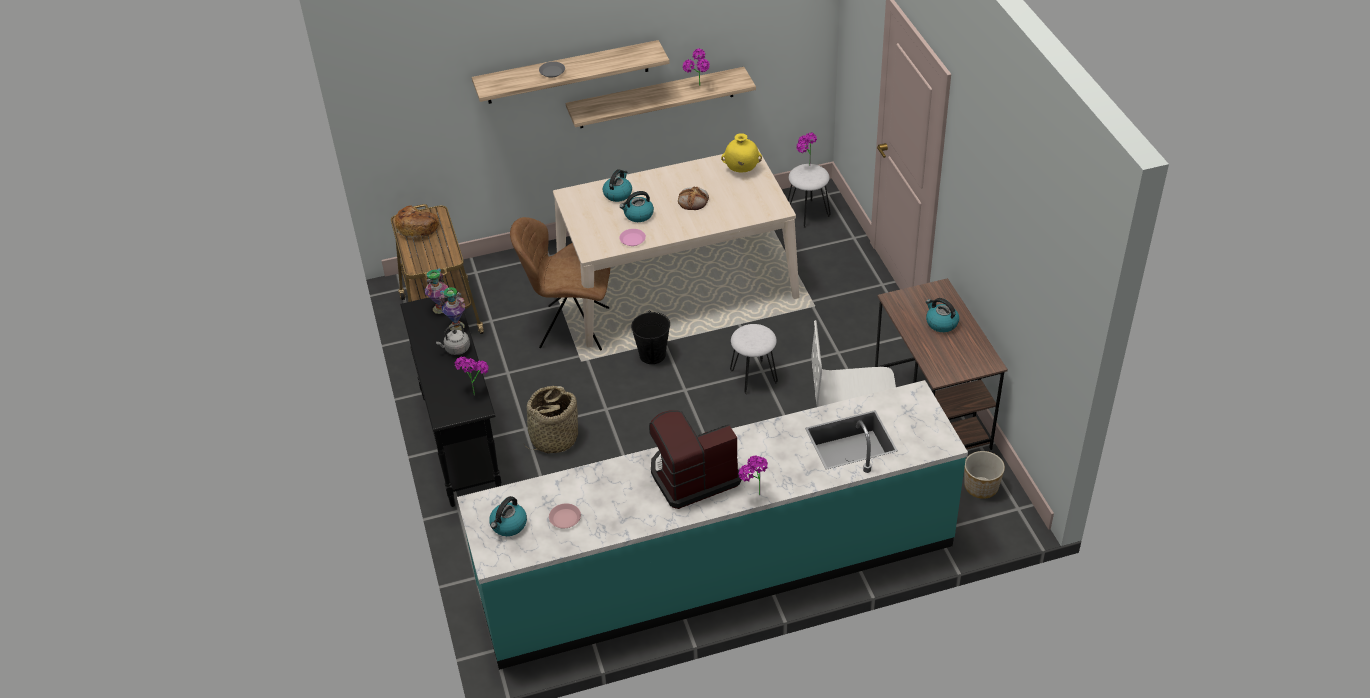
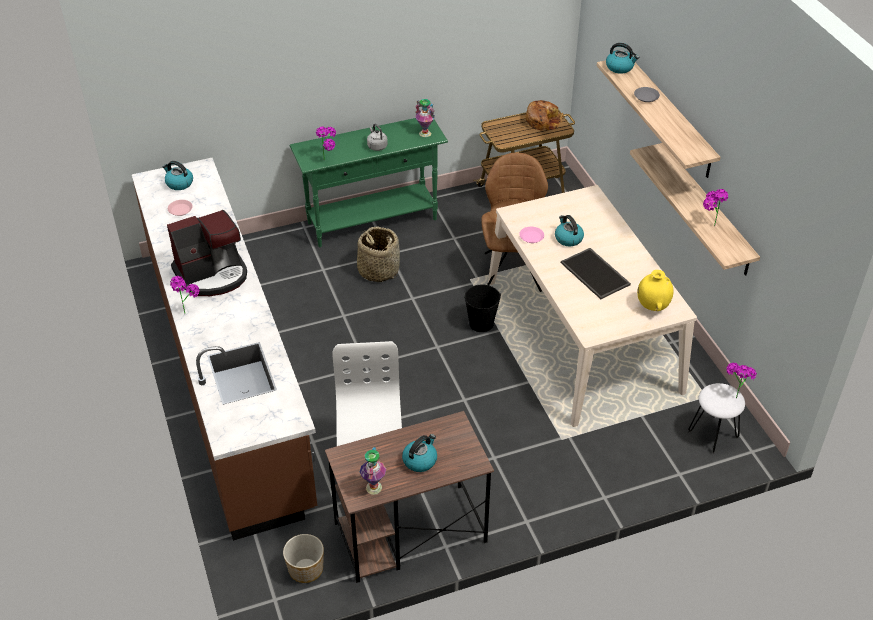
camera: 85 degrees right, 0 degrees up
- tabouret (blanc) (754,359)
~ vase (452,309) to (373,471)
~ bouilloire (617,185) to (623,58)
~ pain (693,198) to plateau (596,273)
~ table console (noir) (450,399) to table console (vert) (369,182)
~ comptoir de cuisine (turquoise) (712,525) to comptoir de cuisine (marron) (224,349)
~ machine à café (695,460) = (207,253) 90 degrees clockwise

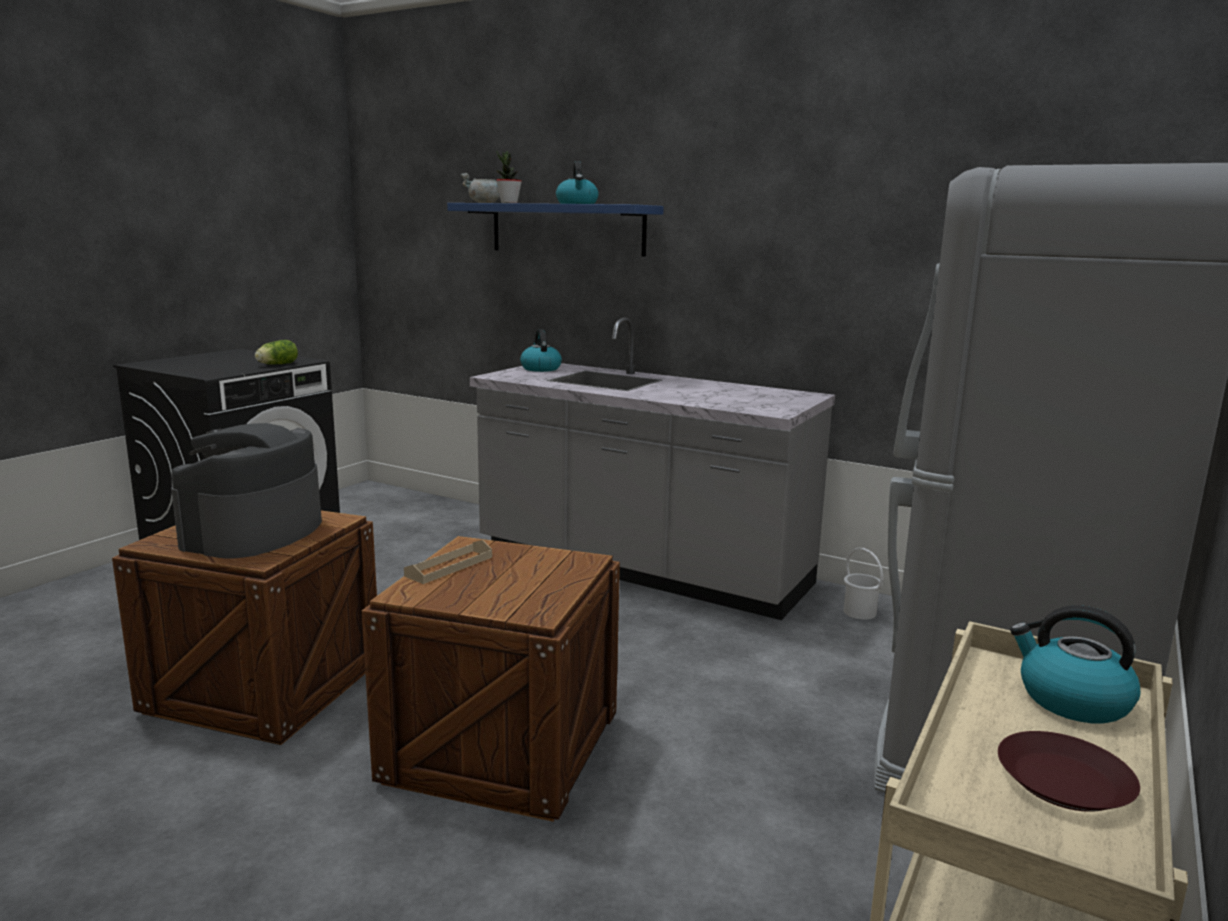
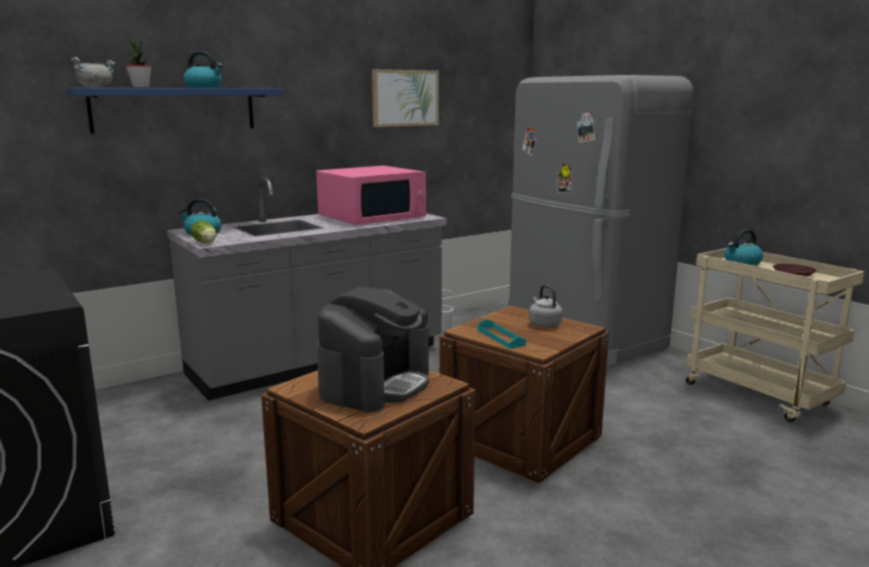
camera: 65 degrees left, 0 degrees up
+ micro-ondes (rose) (371,195)
+ tableau (405,98)
+ bouilloire (gris) (546,306)
~ laitue (276,352) to (203,232)
~ plateau (beige) (448,562) to plateau (turquoise) (502,334)
~ machine à café (246,491) = (373,349) 105 degrees counterclockwise

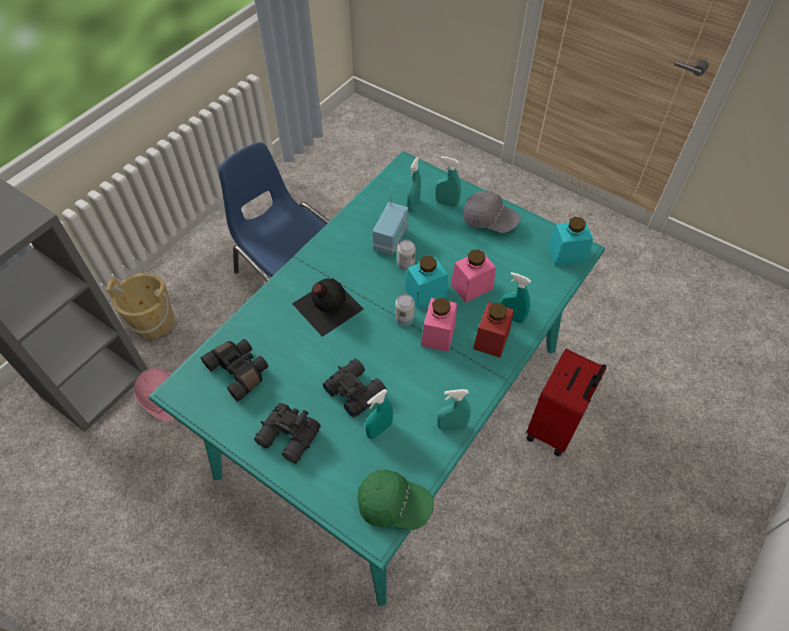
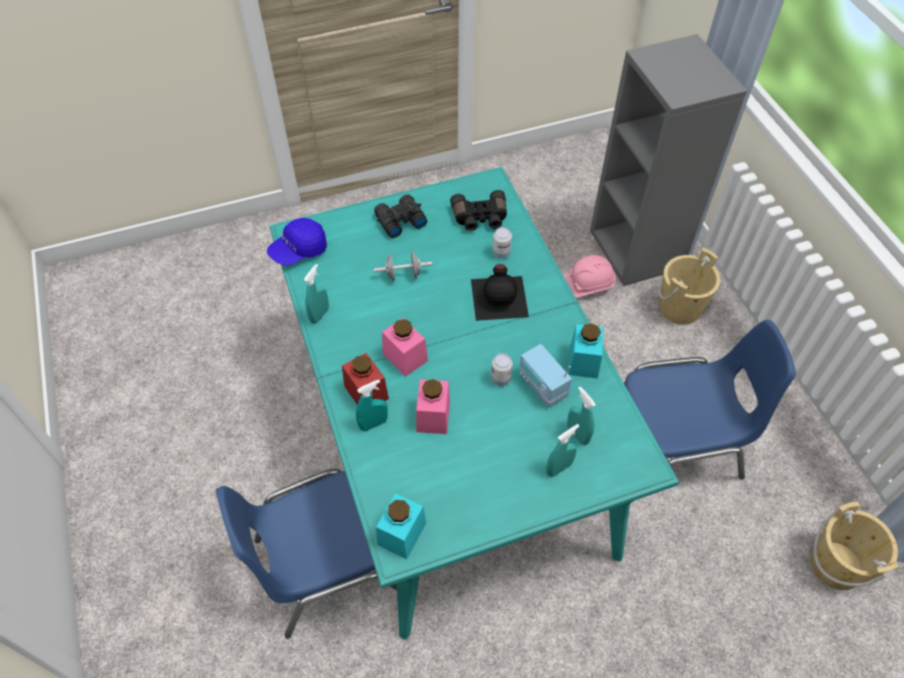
camera: 125 degrees right, 0 degrees up
- vaporisateur (turquoise) (379,414)
- casquette (gris) (492,212)
+ seau (beige) (854,546)
~ boîte métallique (405,310) to (502,243)
~ bocal (turquoise) (426,282) to (586,351)
~ jumelles (noir) (354,388) to haltère (gris) (403,266)
~ valise (rouge) (566,402) to chaise (bleu) (306,554)
~ casquette (vert) (396,500) to casquette (bleu) (297,242)

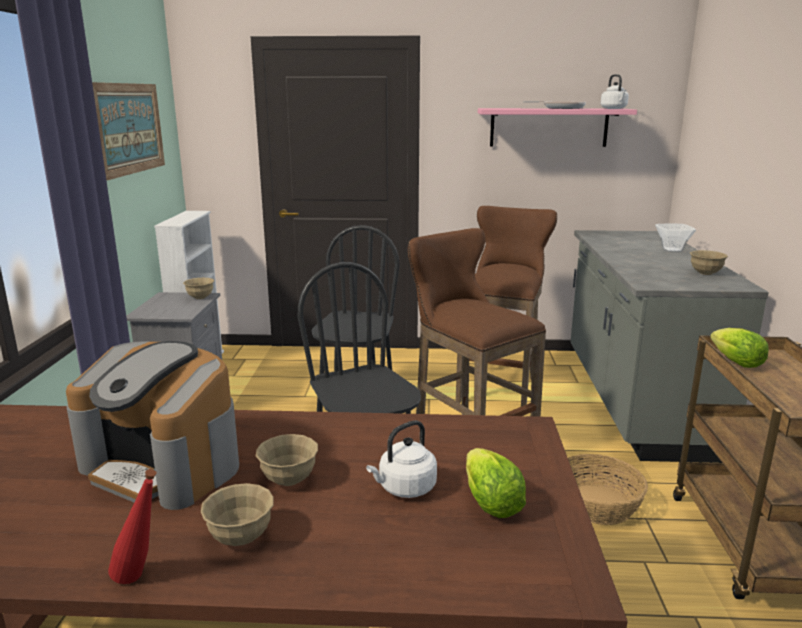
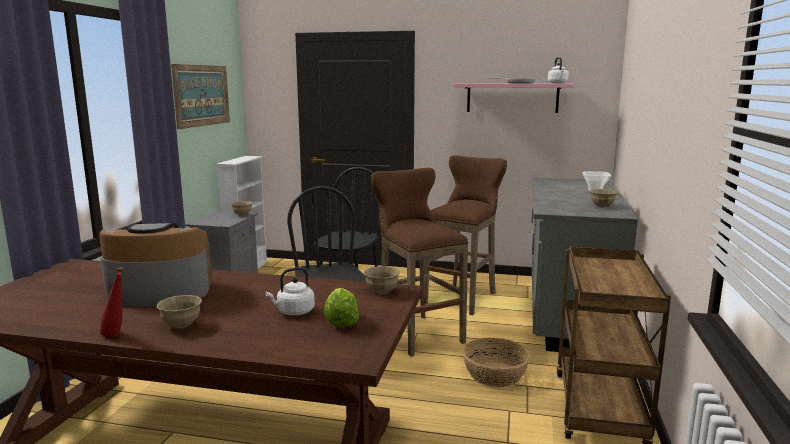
camera: 10 degrees right, 5 degrees down
- laitue (739,348)
~ bol (beige) (287,460) to (381,280)
~ machine à café (152,425) = (155,264) 135 degrees clockwise

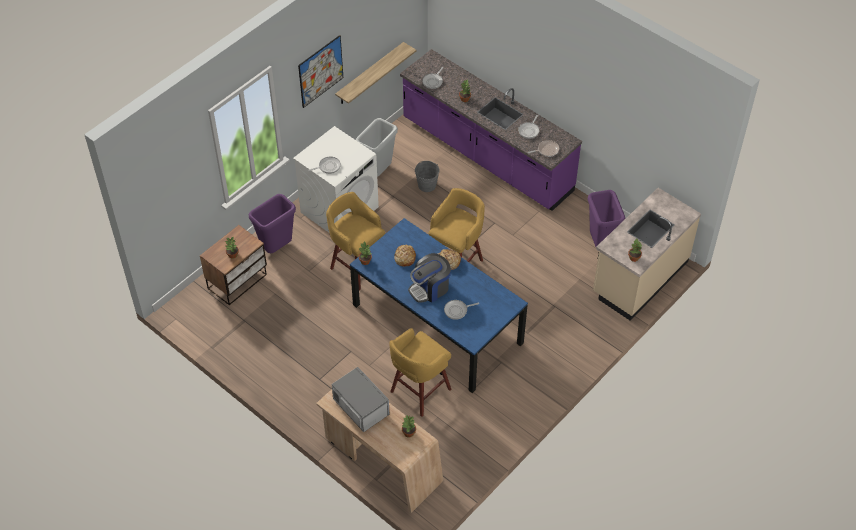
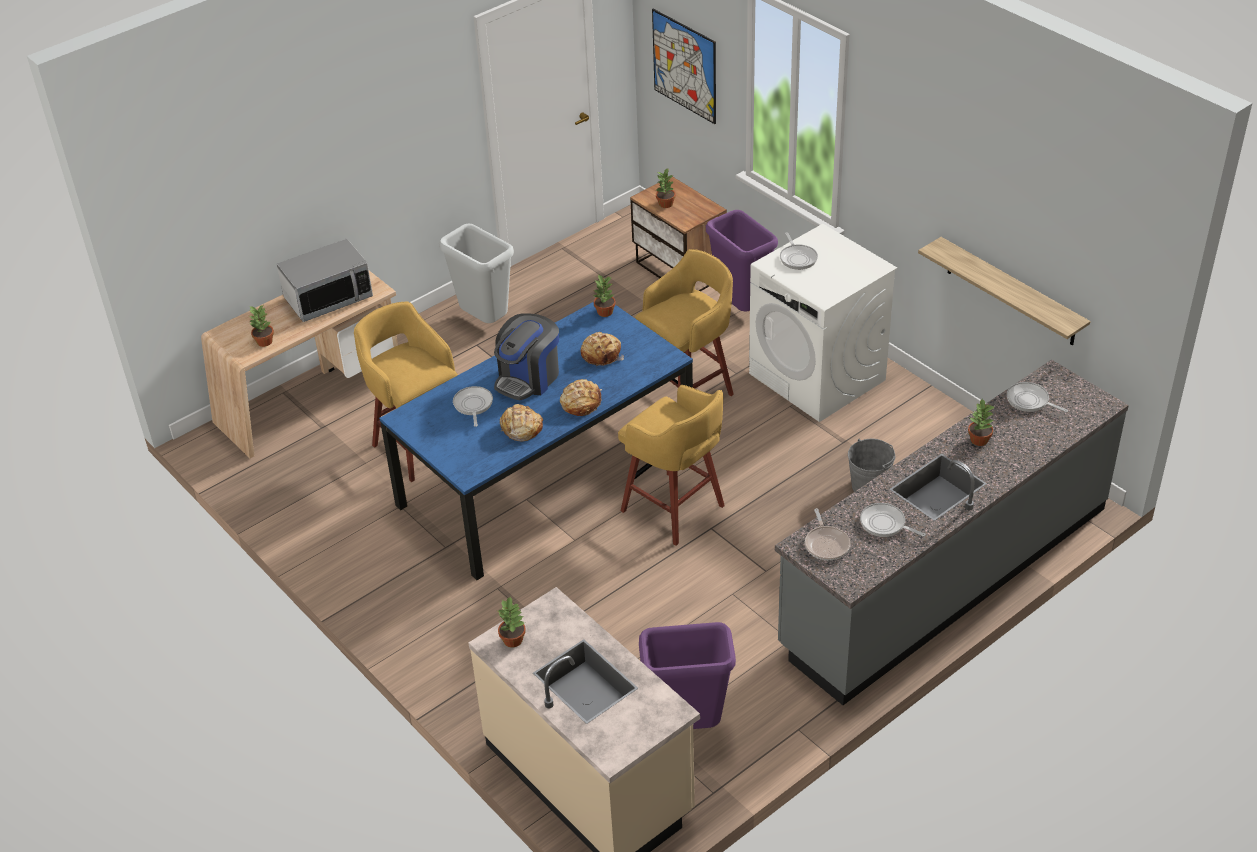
camera: 100 degrees right, 10 degrees down
+ pain (521,422)
~ tableau (320,71) to (684,66)
~ poubelle (gris) (377,147) to (476,273)
~ comptoir de cuisine (violet) (491,130) to comptoir de cuisine (gris) (952,532)
~ machine à café (429,278) = (526,356) 120 degrees counterclockwise

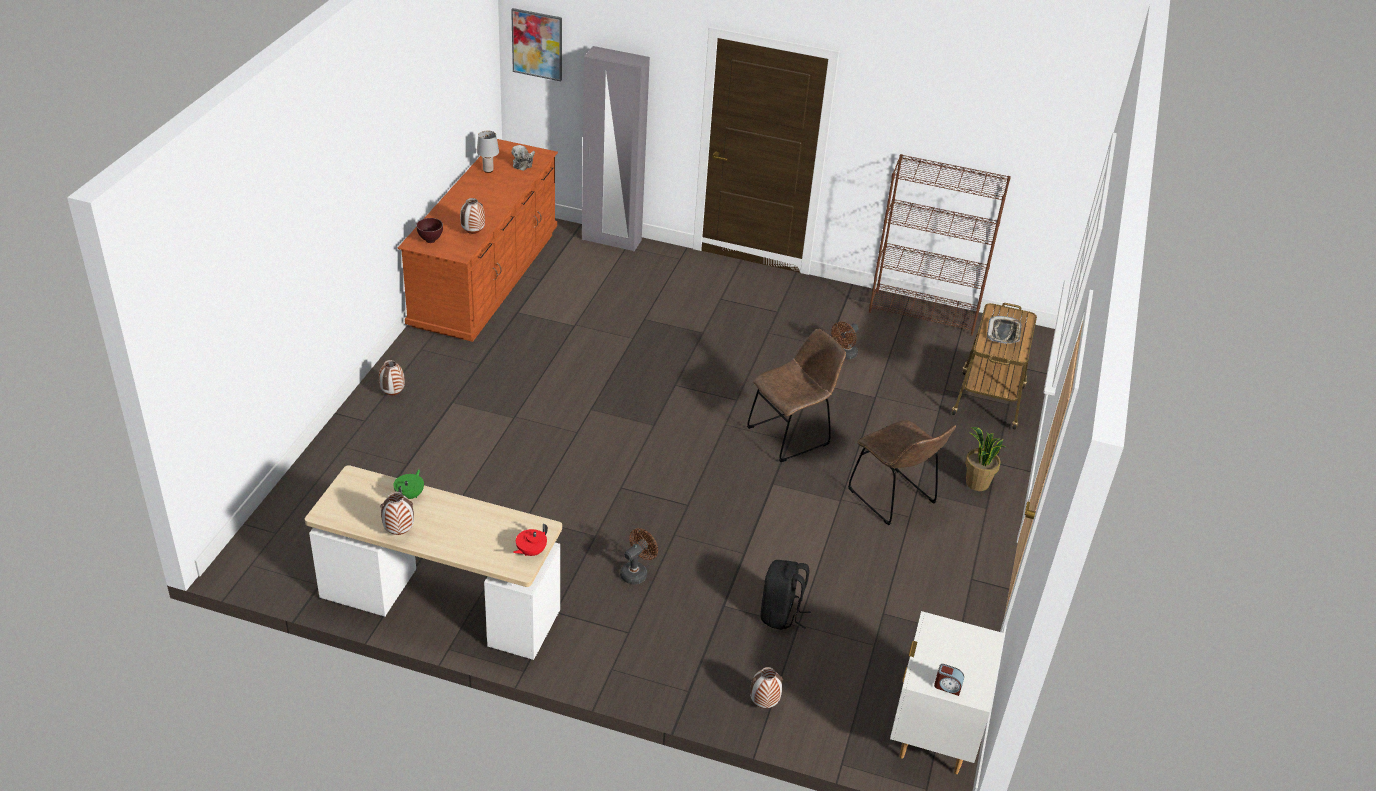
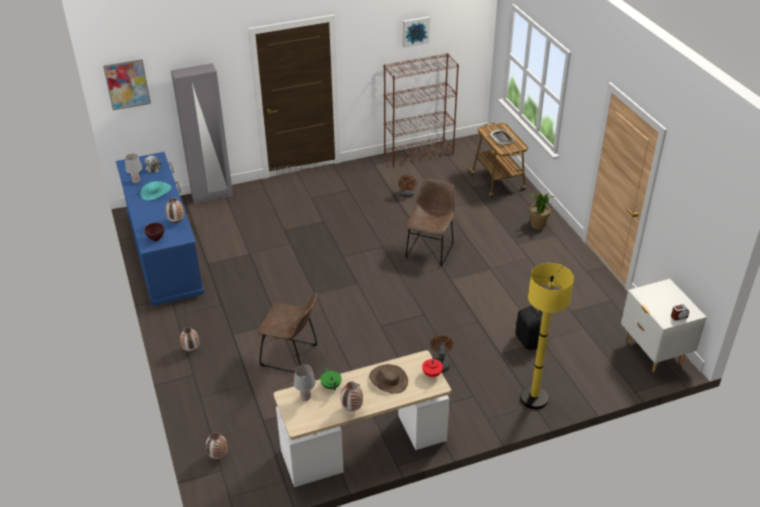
camera: 35 degrees left, 0 degrees up
+ chapeau (turquoise) (156,190)
+ lampe de table (gris) (305,382)
+ chapeau (marron) (388,379)
+ tableau (416,32)
+ lampadaire (jaune) (547,336)
~ vase (766,687) to (217,445)
~ chaise (marron) (902,472) to (287,332)
~ commode (marron) (478,240) to commode (bleu) (160,229)

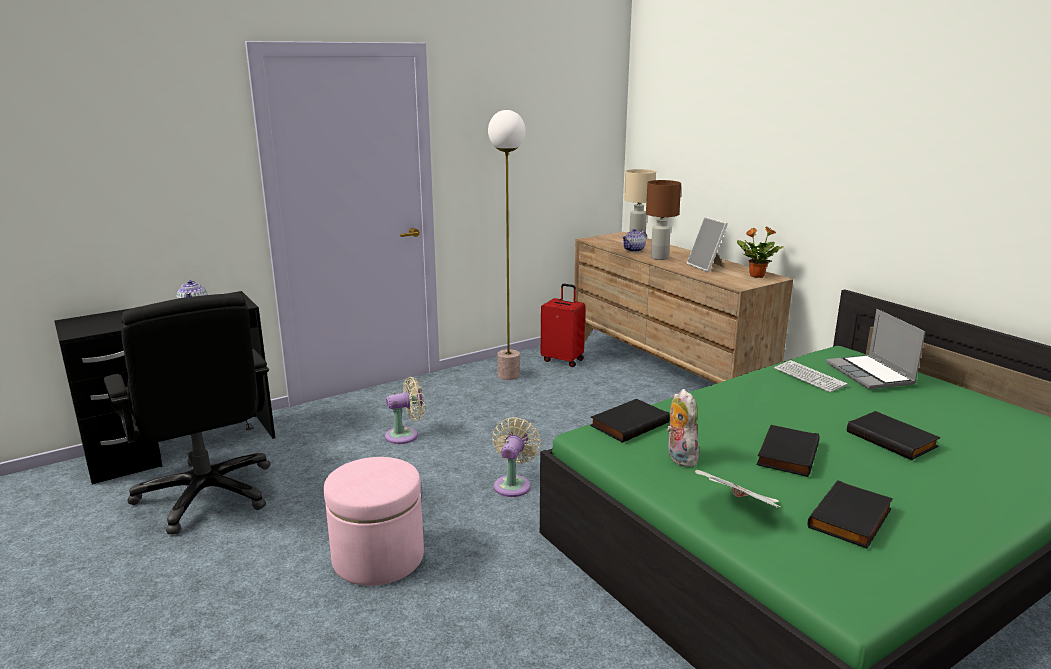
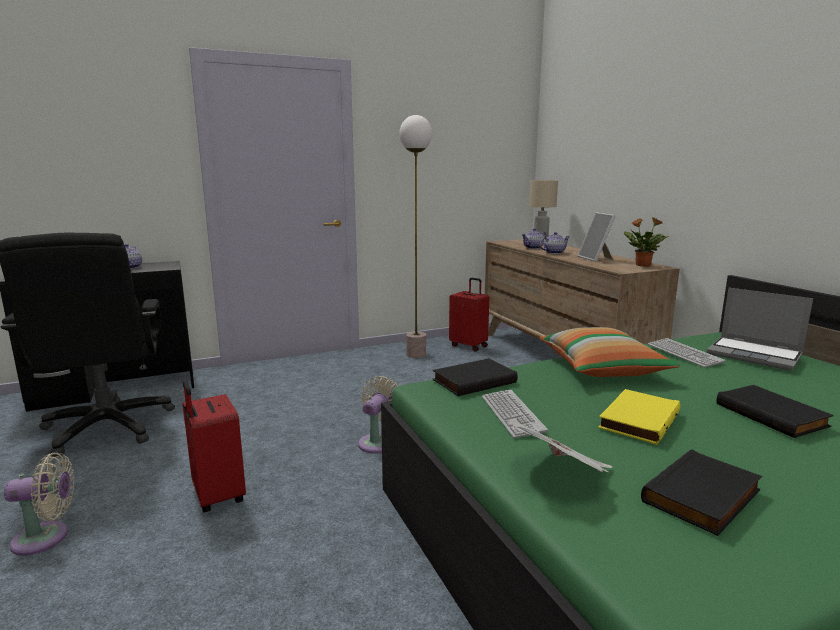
camera: 10 degrees right, 5 degrees down
+ coussin (610,352)
~ ventilateur (beige) (405,410) to (39,504)
~ pouf (rose) (374,521) to valise (rouge) (214,446)
~ lampe de table (marron) (663,220) to théière (555,243)
~ peluche (683,428) to clavier (515,414)
~ livre (noir) (788,451) to livre (jaune) (639,417)
~ ordinateur portable (875,349) = (760,329) 45 degrees counterclockwise

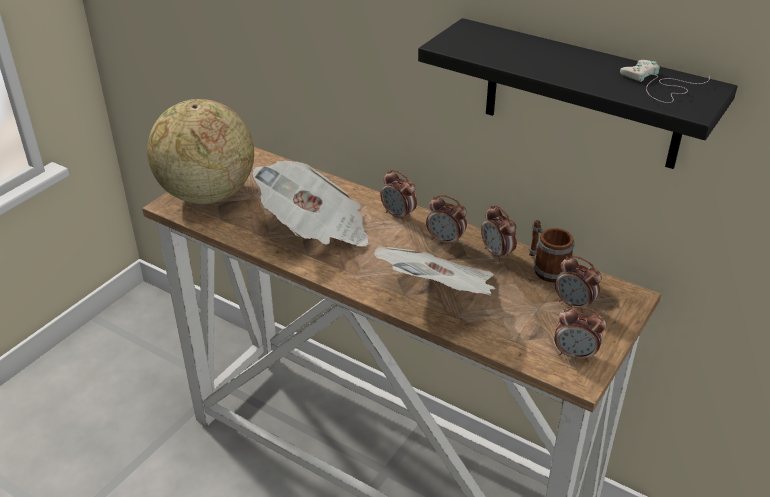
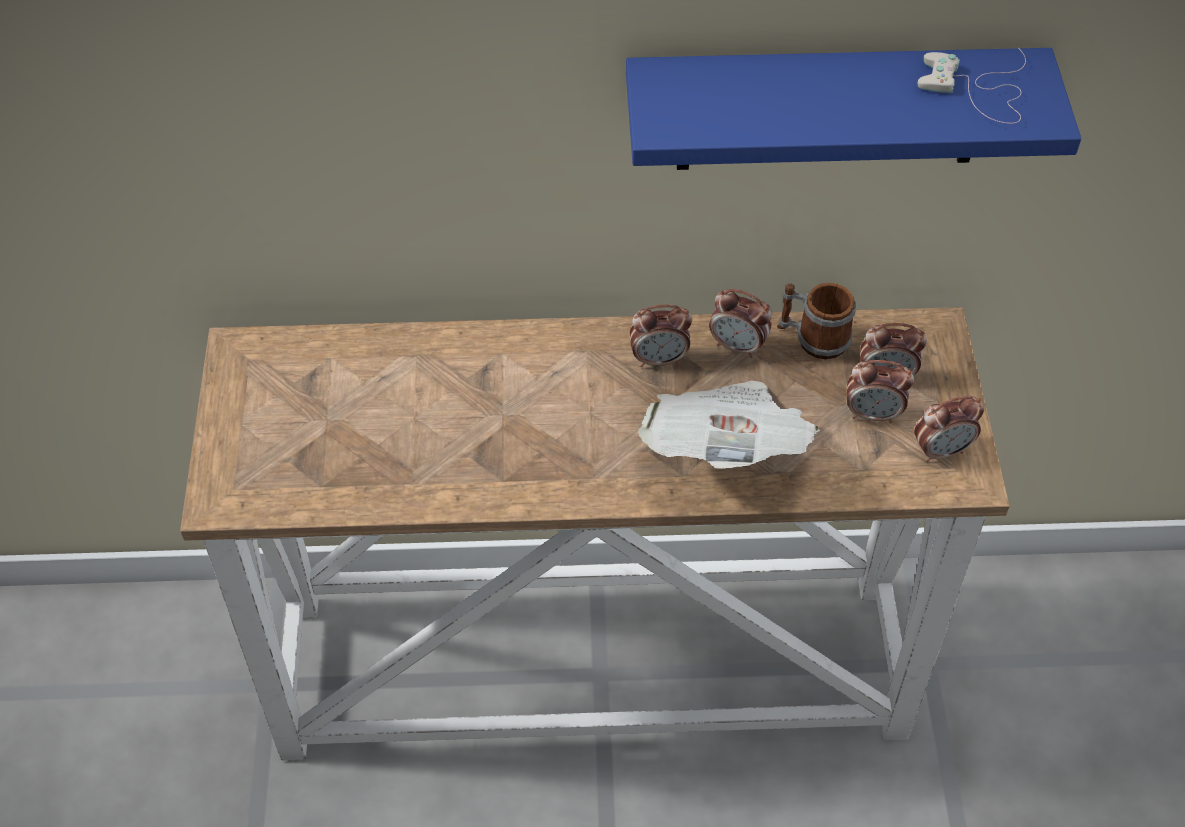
camera: 35 degrees left, 15 degrees up
- globe (200,151)
- journal (310,203)
~ réveil (398,195) to (880,391)
~ étagère (noir) (577,93) to étagère (bleu) (853,109)

